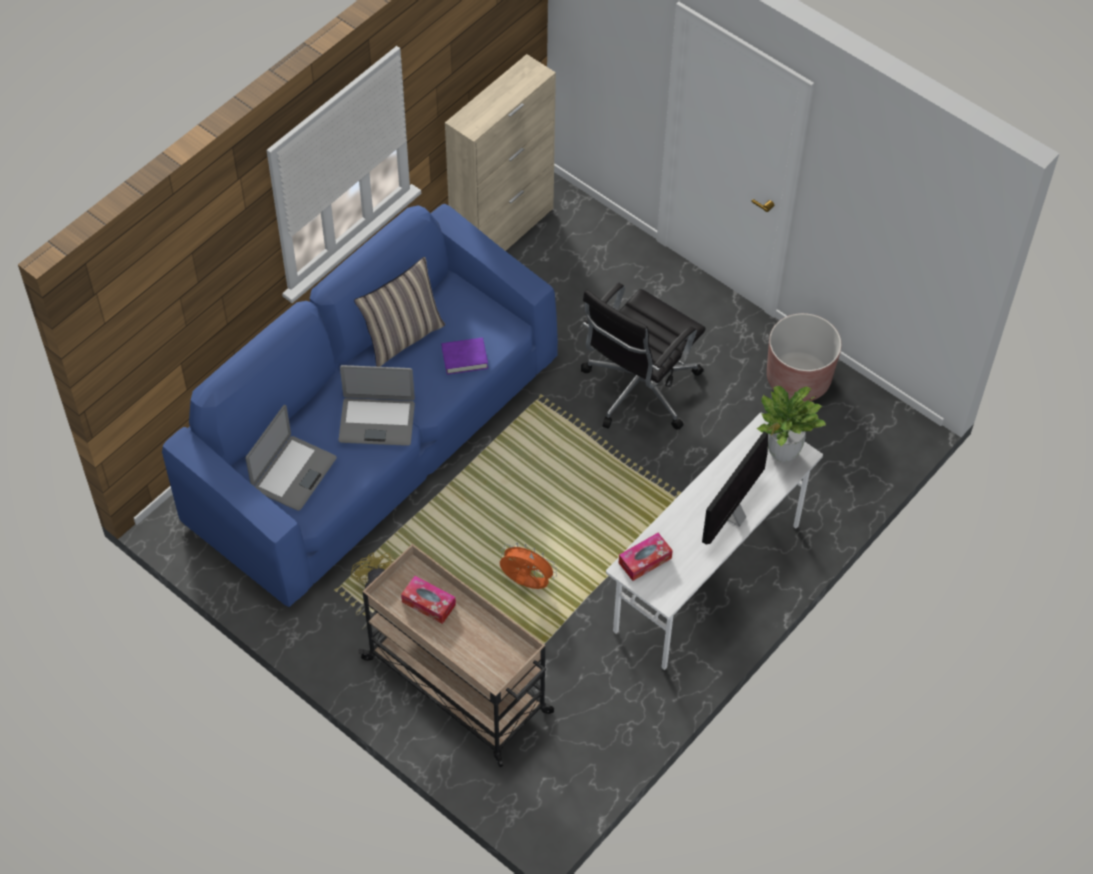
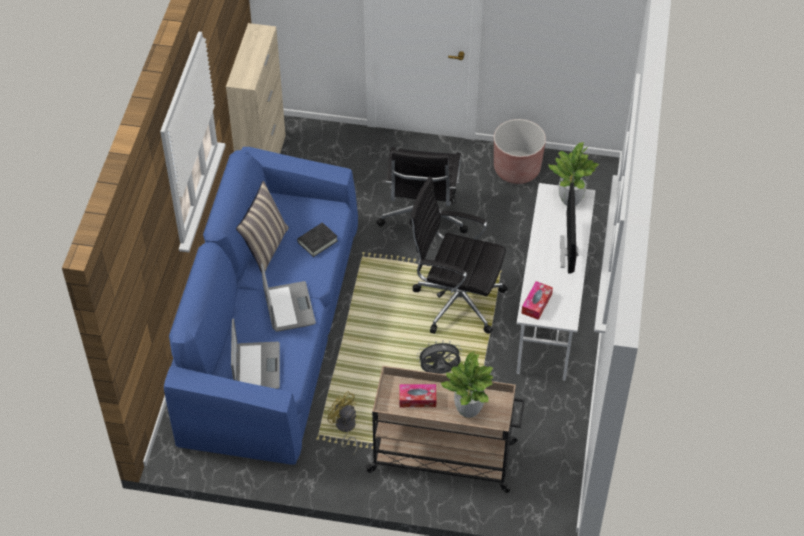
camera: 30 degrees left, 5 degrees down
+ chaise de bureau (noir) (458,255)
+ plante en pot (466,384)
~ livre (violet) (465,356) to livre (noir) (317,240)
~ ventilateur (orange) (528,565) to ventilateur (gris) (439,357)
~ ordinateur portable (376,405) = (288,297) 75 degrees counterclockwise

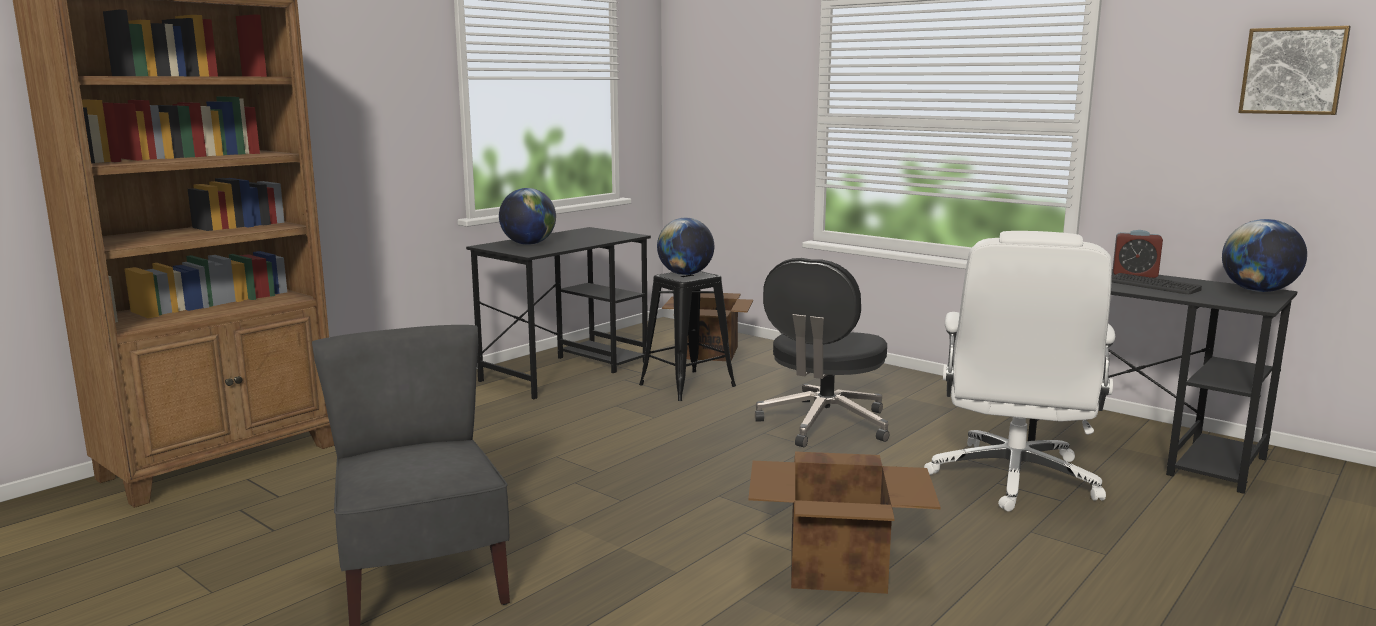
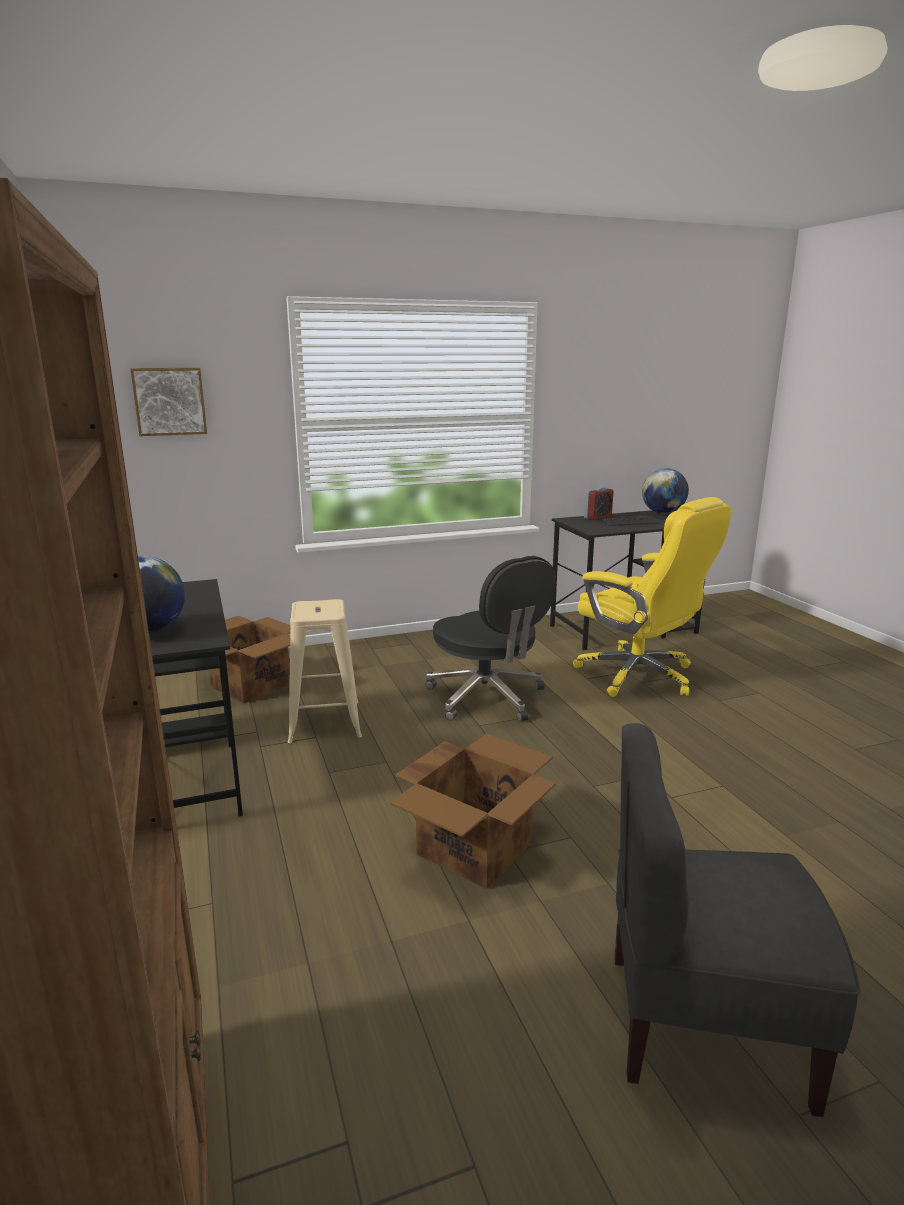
camera: 60 degrees left, 5 degrees up
- globe (685,246)
~ carton (844,523) to (473,811)
~ tableau (1294,70) to (168,402)
~ tabouret (noir) (687,336) to tabouret (beige) (325,671)
~ chaise de bureau (blanc) (1019,371) to chaise de bureau (jaune) (652,597)

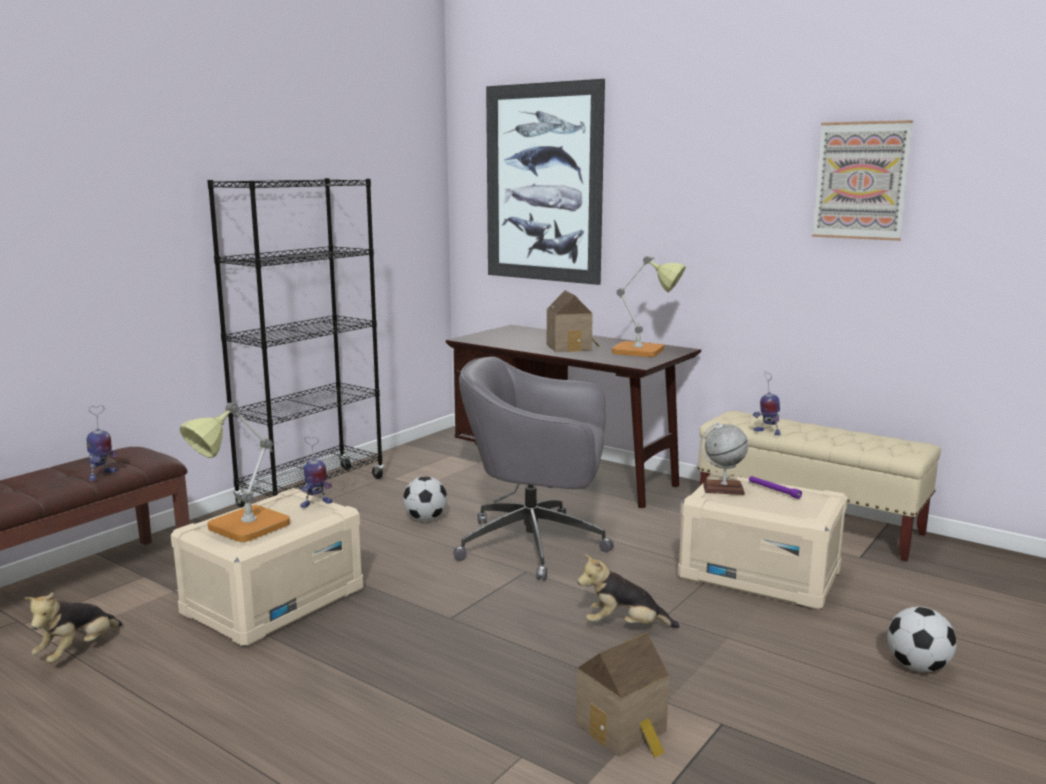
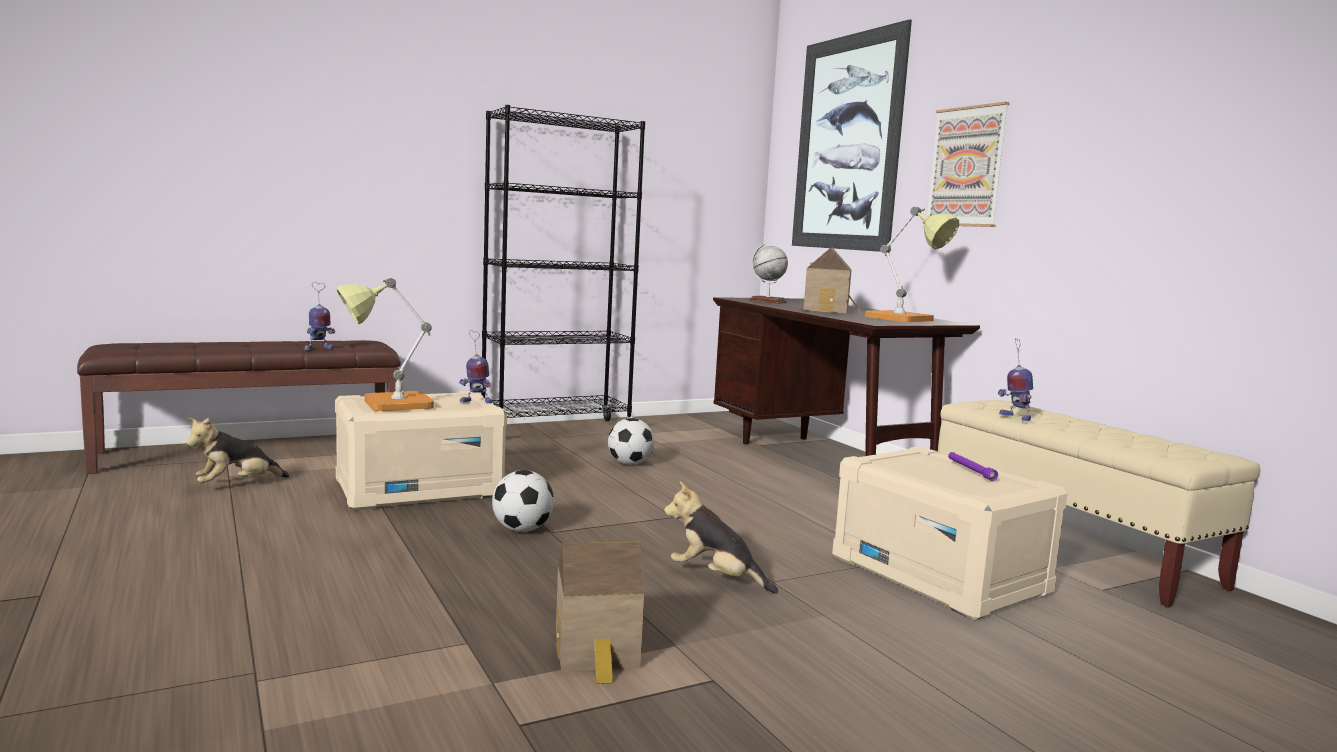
camera: 25 degrees right, 5 degrees down
- chaise de bureau (gris) (533,468)
~ globe (724,458) to (768,273)
~ tableau (862,180) to (968,164)
~ ballon de foot (922,639) to (523,501)

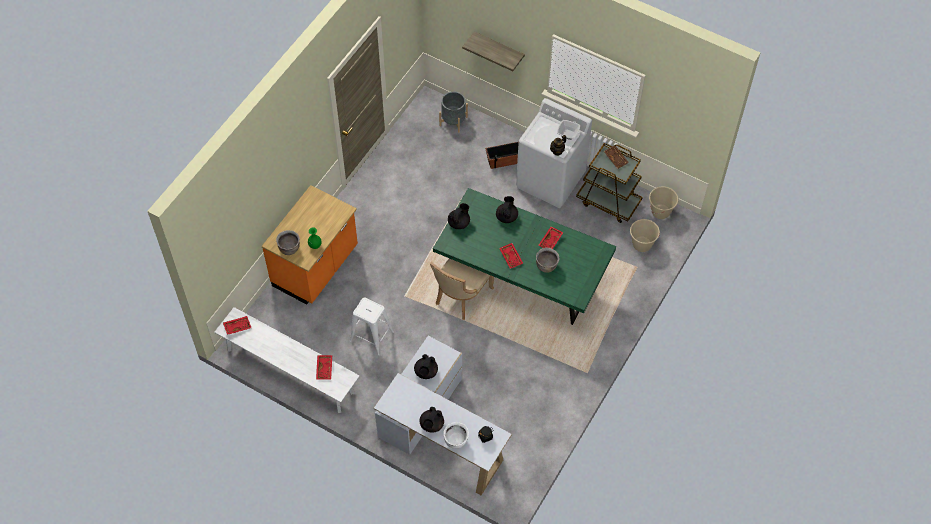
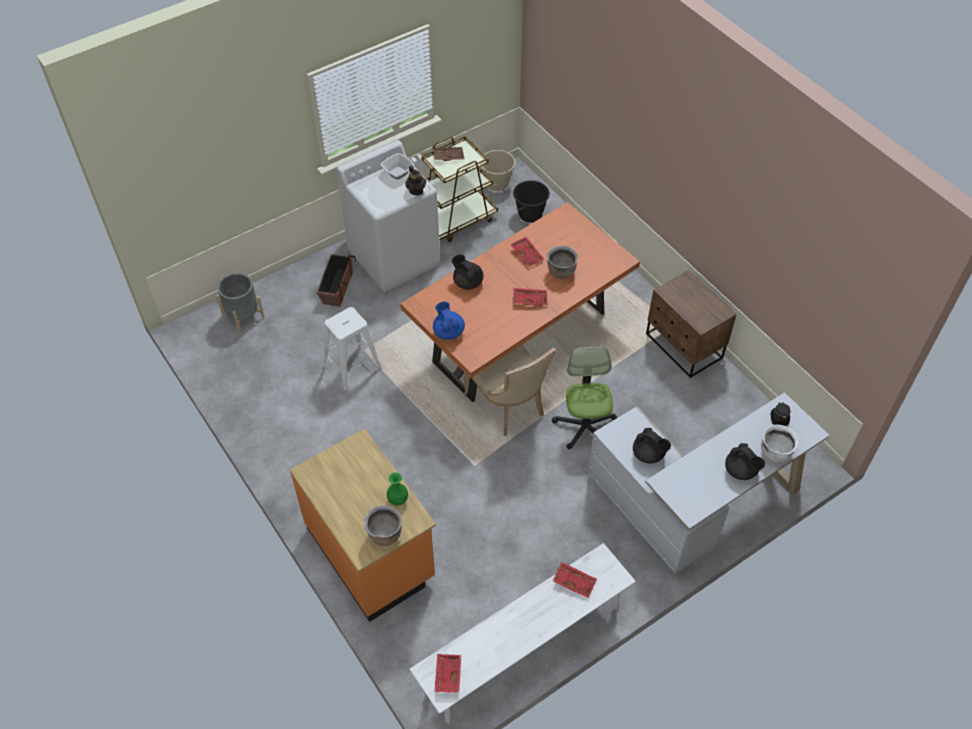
camera: 65 degrees left, 5 degrees down
- étagère (493,51)
+ chaise de bureau (584,398)
+ table de chevet (marron) (691,324)
~ tabouret (blanc) (372,326) to (352,348)
~ table à manger (vert) (524,256) to table à manger (orange) (520,302)
~ théière (noir) (459,216) to théière (bleu) (449,321)
~ seau (beige) (644,235) to seau (noir) (531,201)

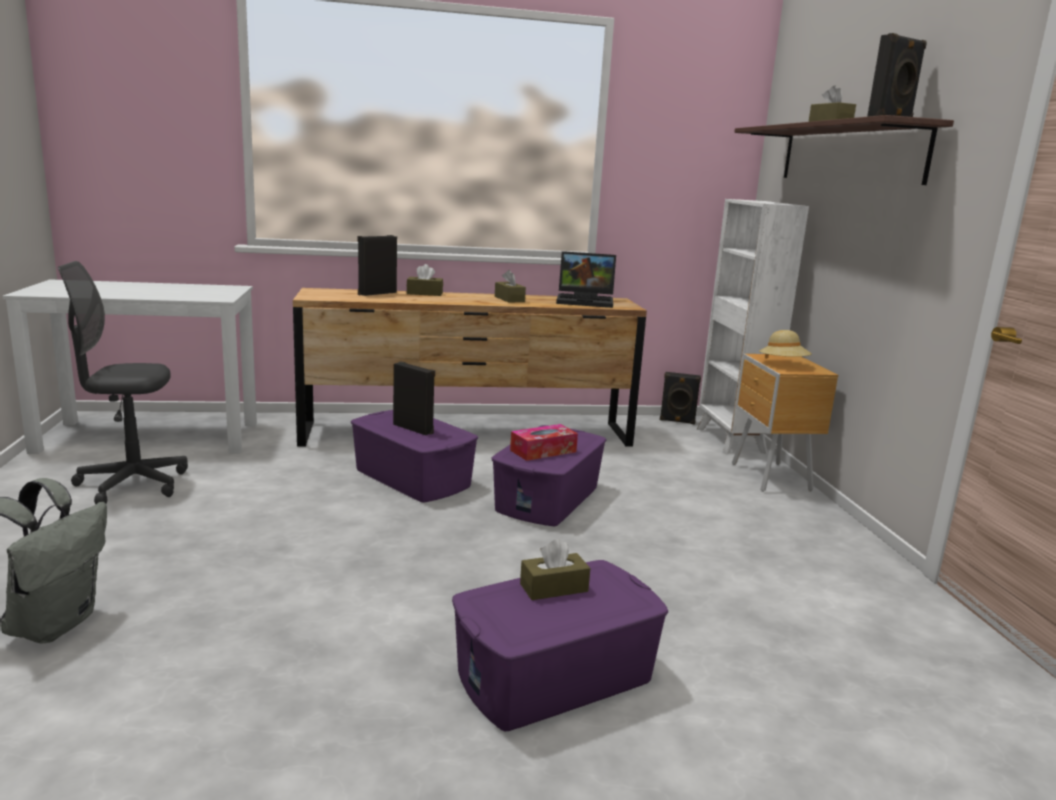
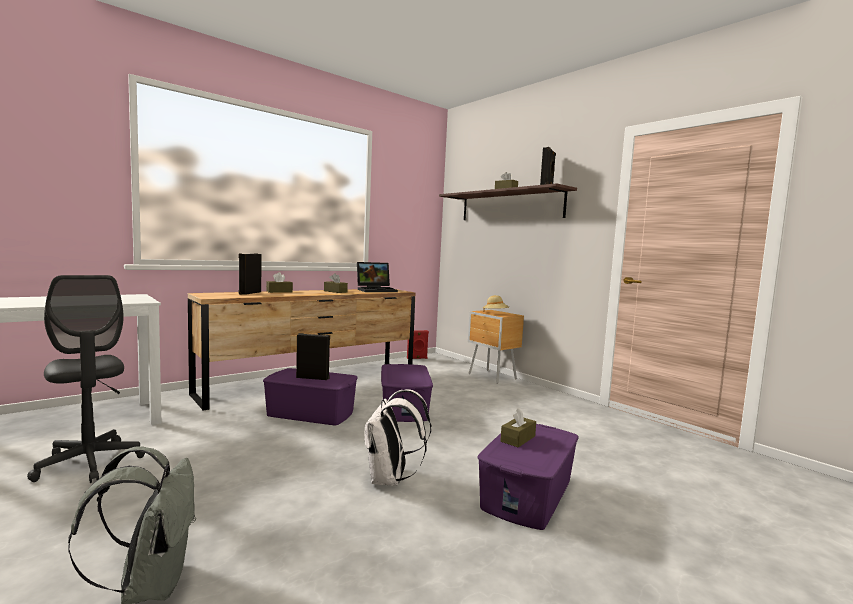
camera: 30 degrees left, 10 degrees down
- boîte à mouchoirs (544,442)
- bibliothèque (blanc) (753,326)
+ sac à dos (blanc) (397,437)
~ enceinte (noir) (680,398) to enceinte (rouge) (418,344)
~ chaise de bureau (gris) (123,382) = (86,379) 90 degrees counterclockwise

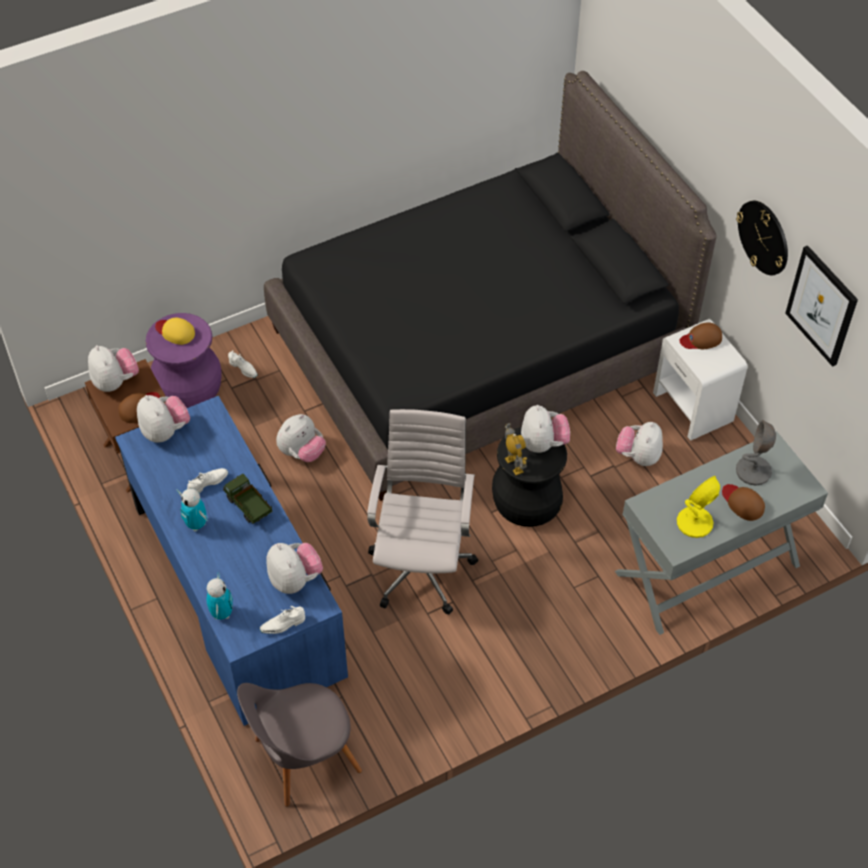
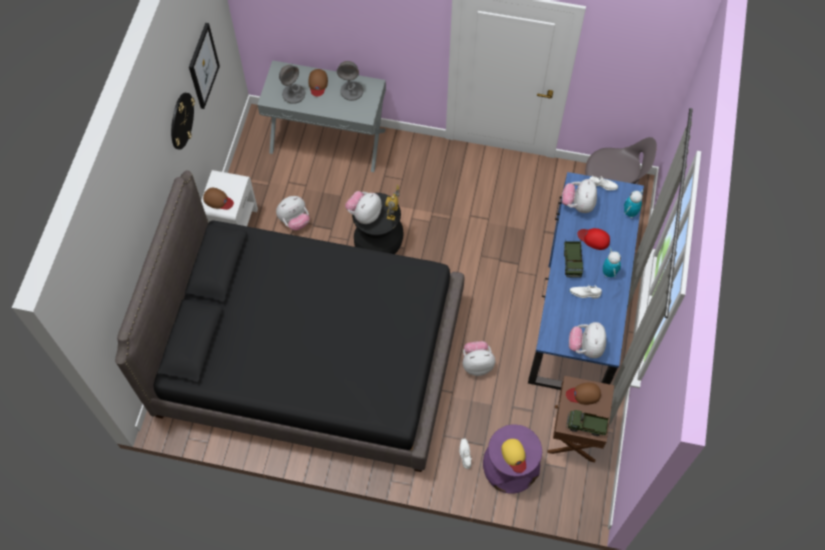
camera: 140 degrees left, 10 degrees up
- chaise de bureau (blanc) (422,512)
+ casquette (rouge) (594,239)
~ peluche (113,368) to camion jouet (587,423)
~ lampe de table (jaune) (698,507) to lampe de table (gris) (350,81)

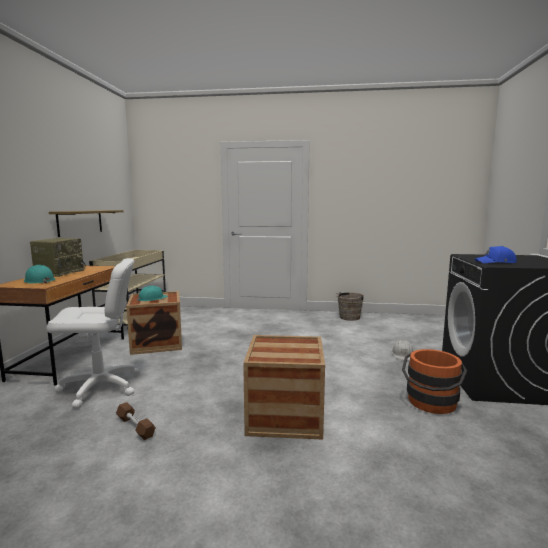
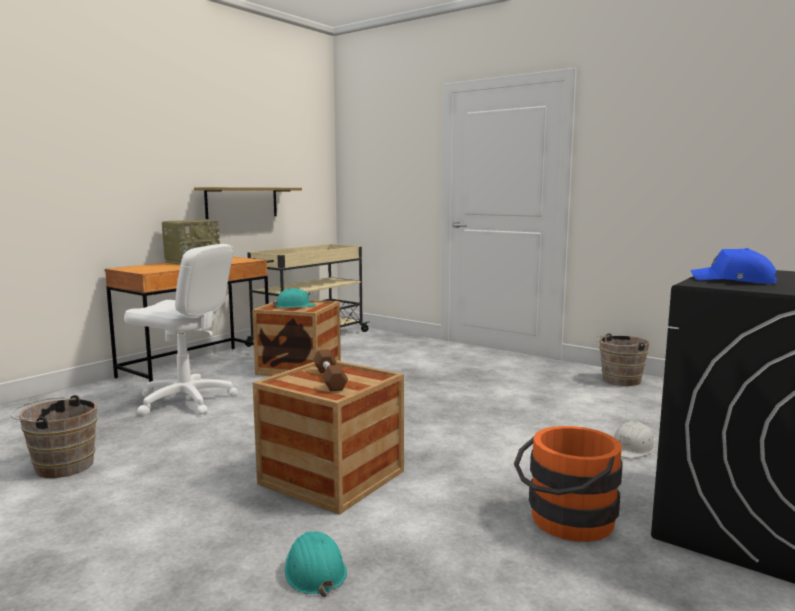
camera: 30 degrees right, 0 degrees up
+ seau (marron) (54,436)
~ casque de chantier (turquoise) (39,274) to (316,564)
~ haltère (marron) (136,421) to (330,370)

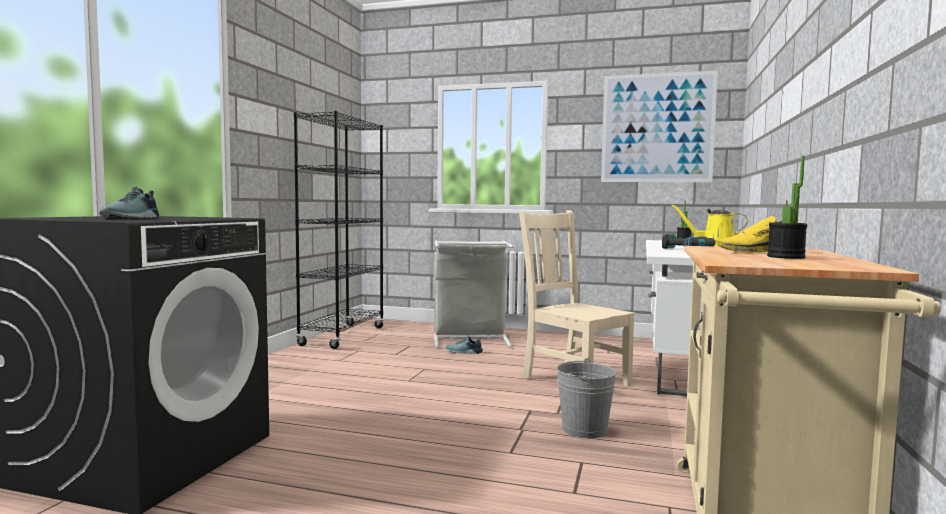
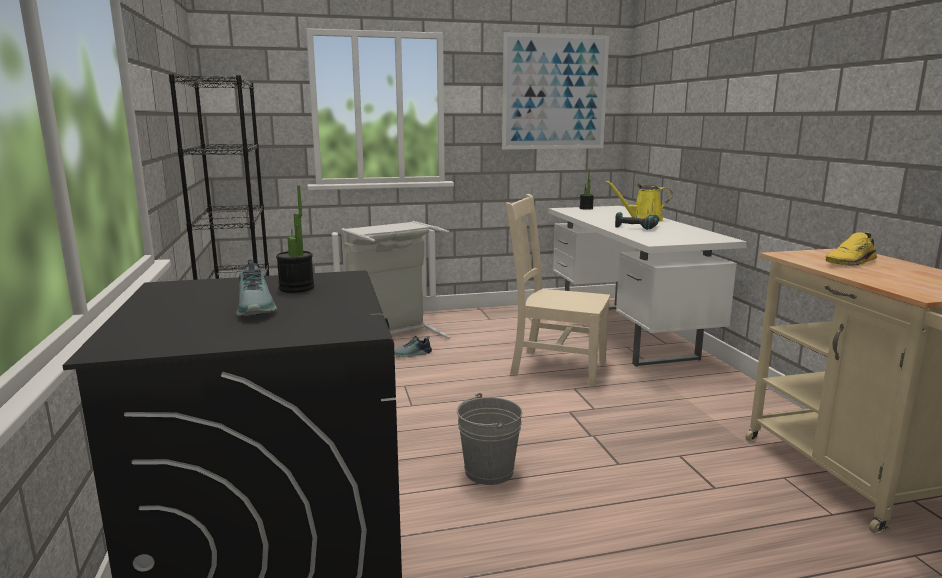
camera: 30 degrees left, 10 degrees up
~ seau (gris) (586,398) to (489,439)
~ plante en pot (787,207) to (295,239)

